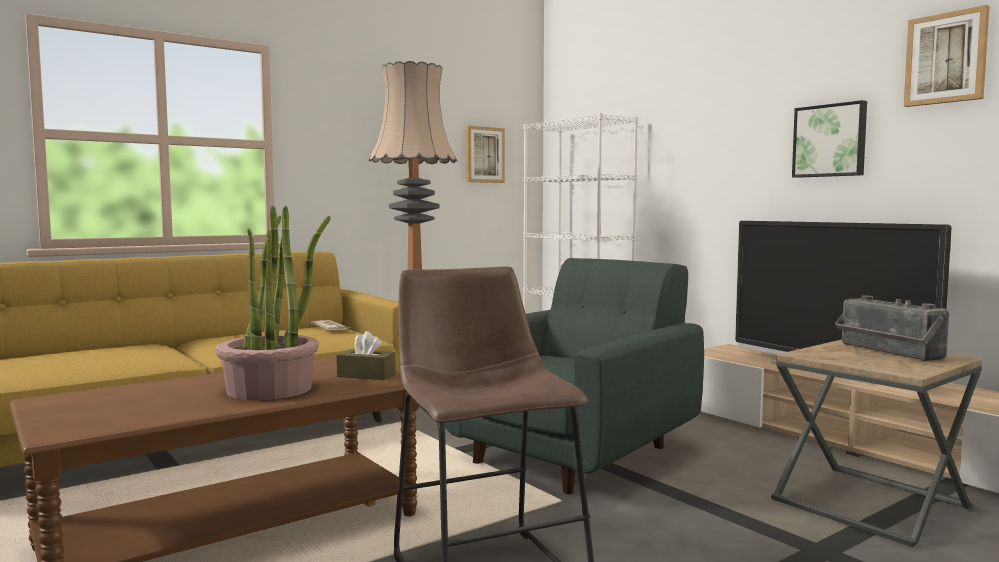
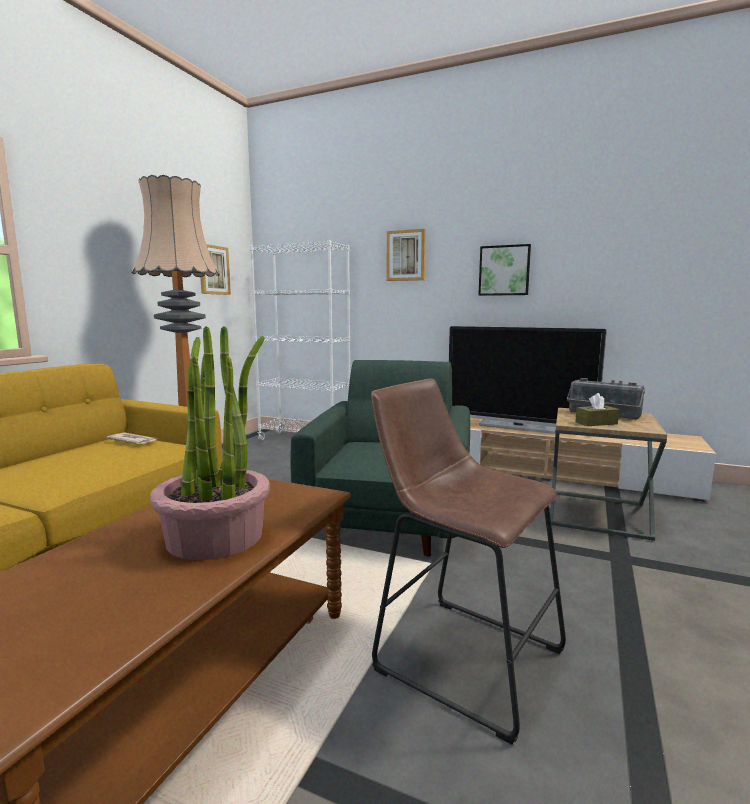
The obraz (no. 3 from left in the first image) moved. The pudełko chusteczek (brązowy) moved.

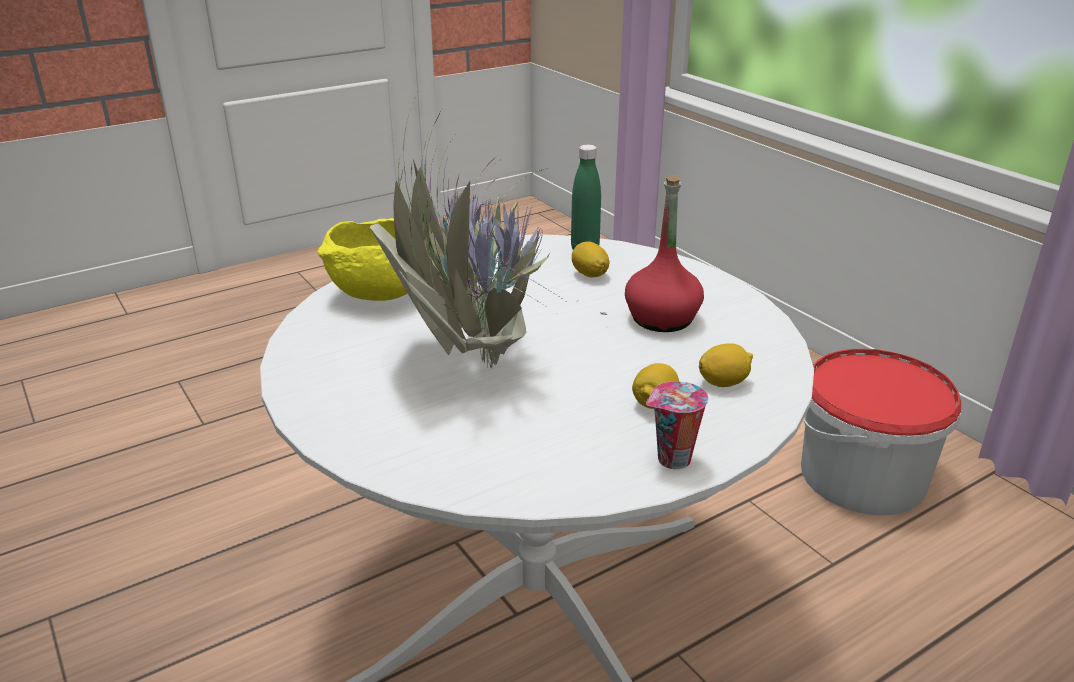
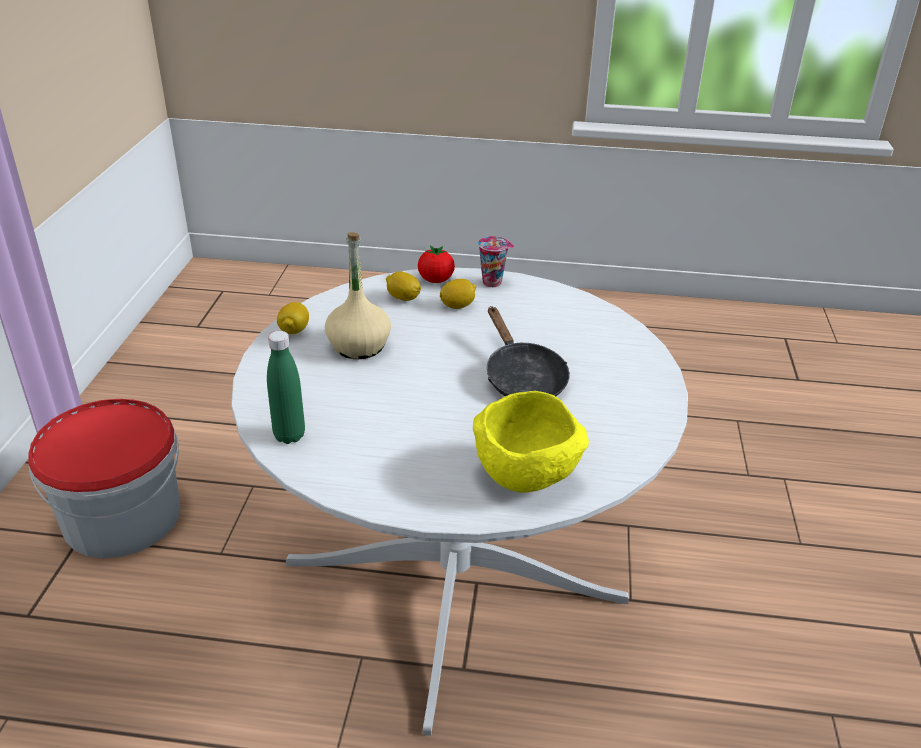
The cytryna (no. 1 from left) moved. The butelka (czerwony) became the butelka (beżowy). The pomidor appeared. The roślina doniczkowa was replaced by the patelnia (czarny).

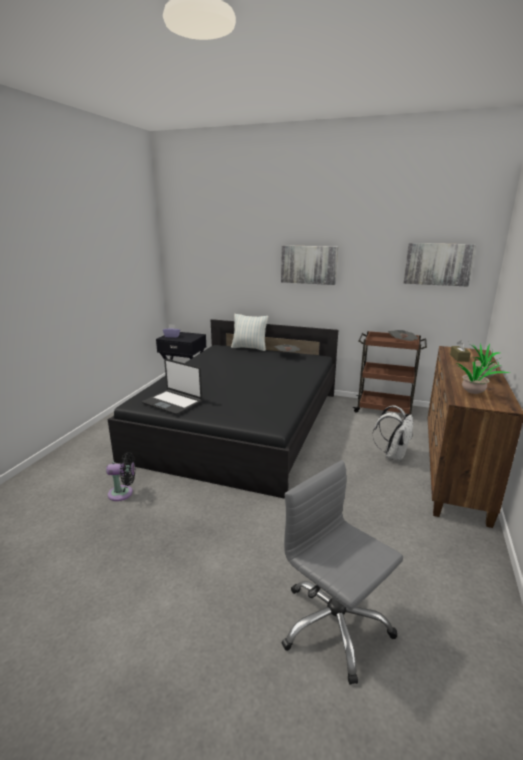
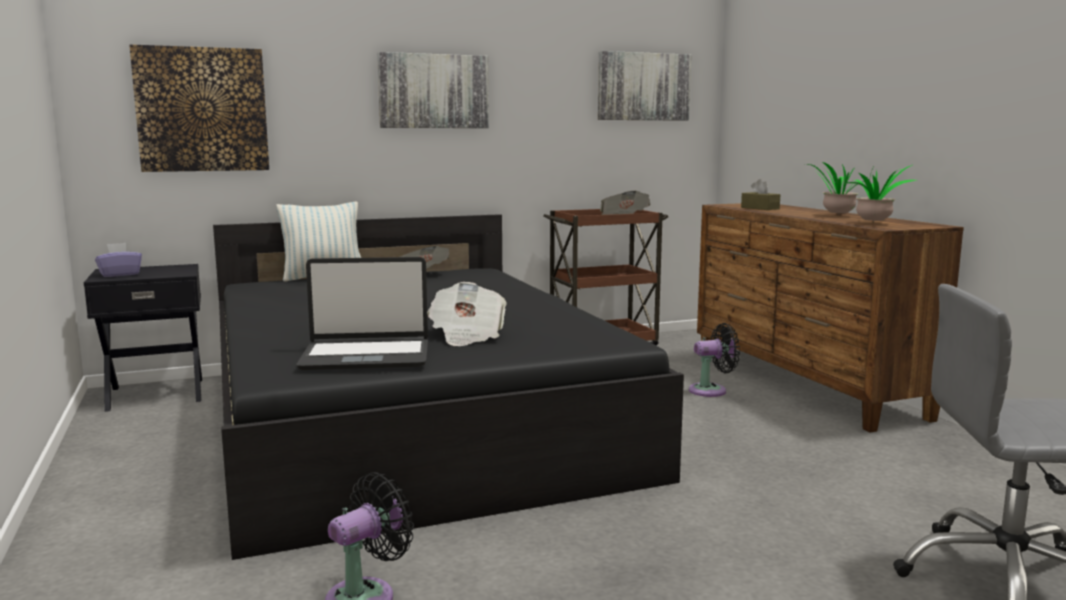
The obraz (no. 1 from left) appeared. The gazeta (no. 2 from left) appeared. The plecak (biały) was replaced by the wentylator (czarny) (no. 2 from left).

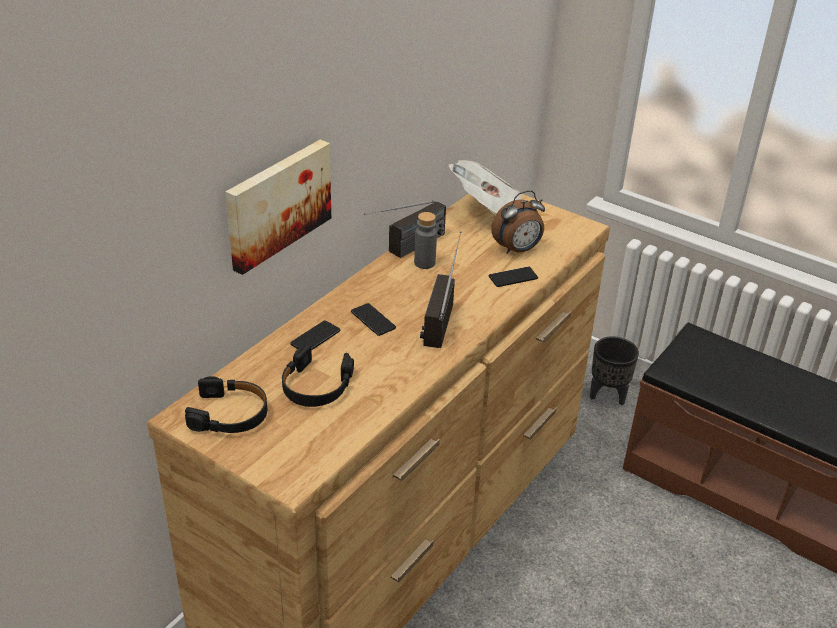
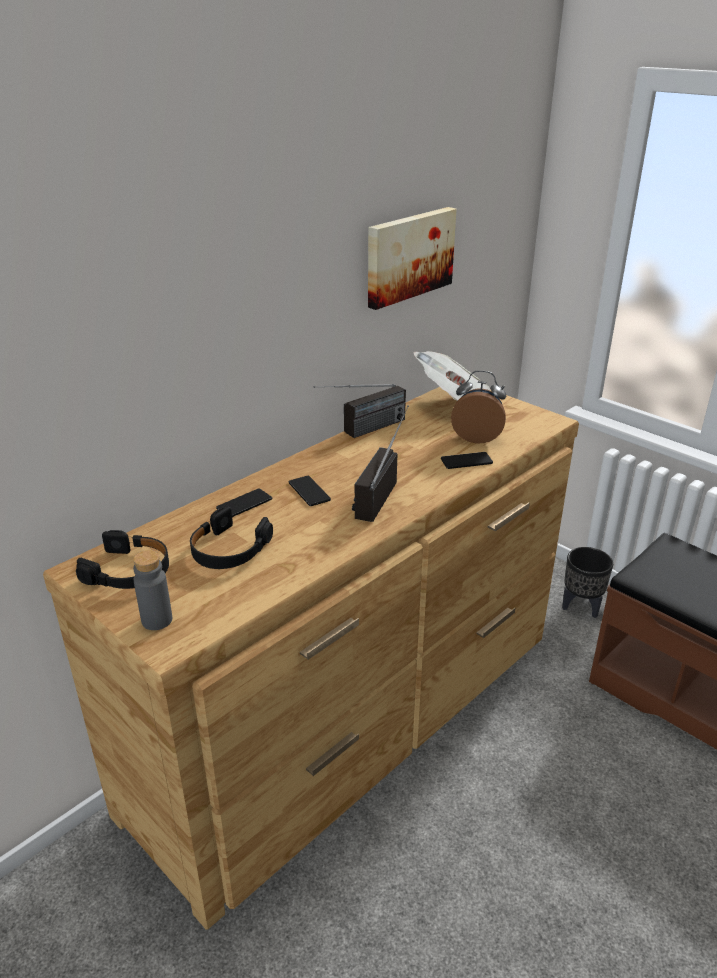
The butelka (szary) moved. The obraz moved. The budzik turned 150 degrees counterclockwise.

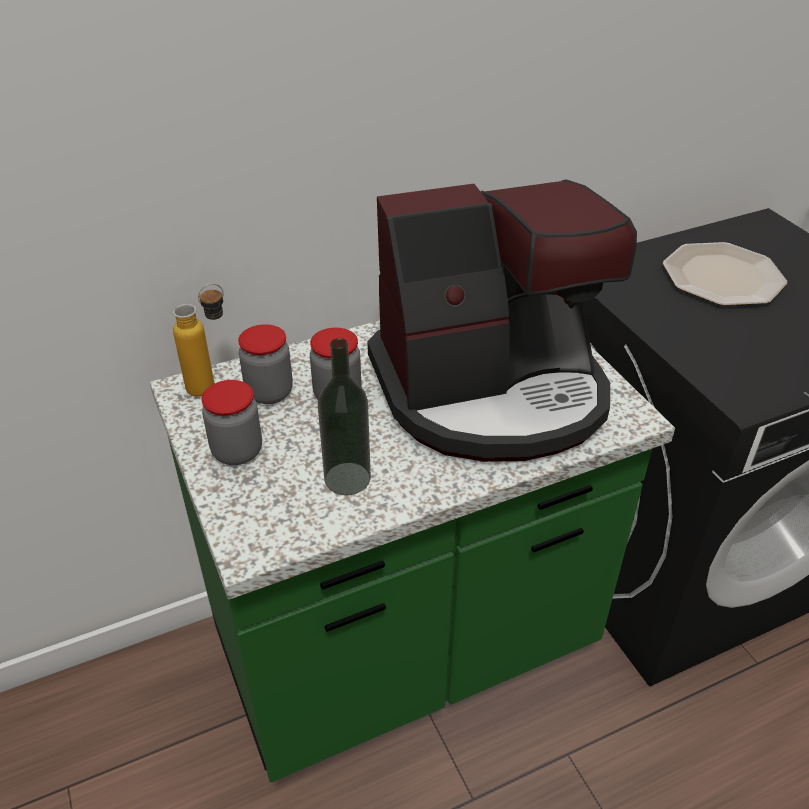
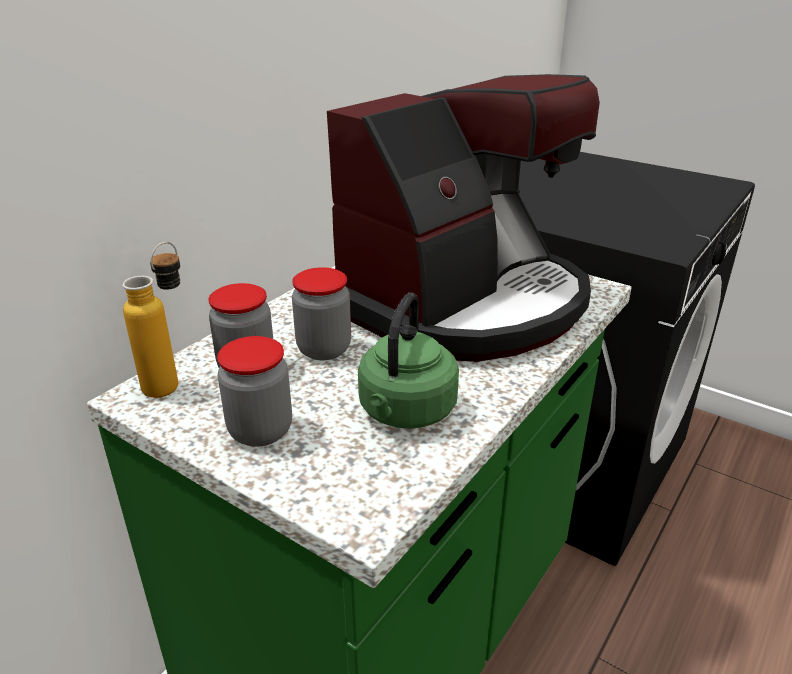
The butelka (no. 2 from left) was replaced by the czajnik (zielony). The talerz disappeared.

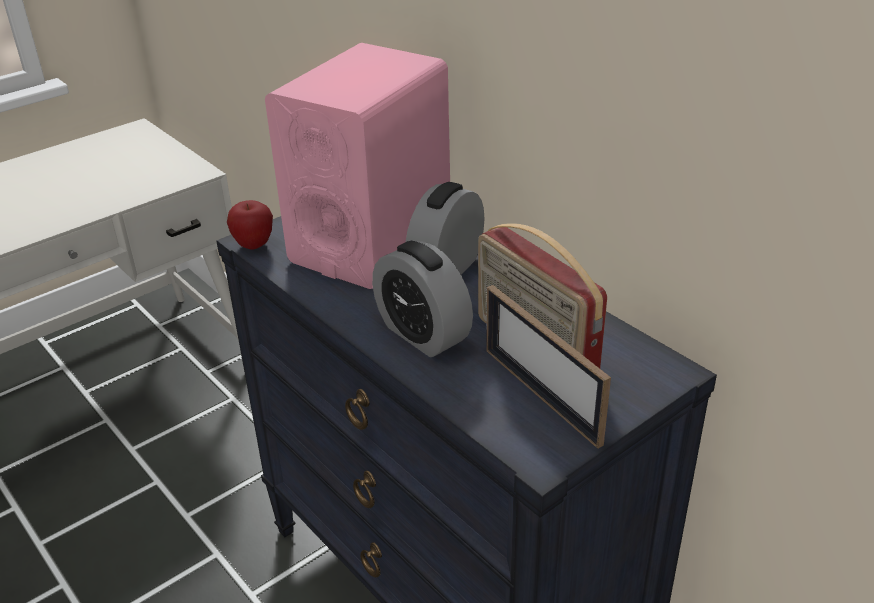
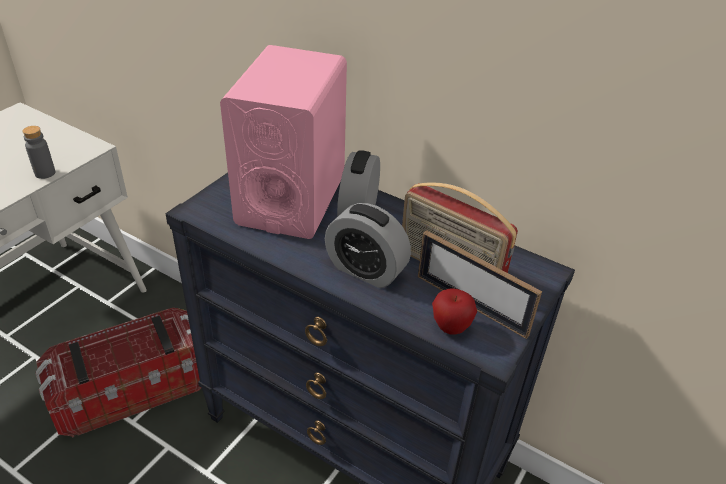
The butelka (szary) appeared. The pojemnik do przechowywania appeared. The jabłko moved.

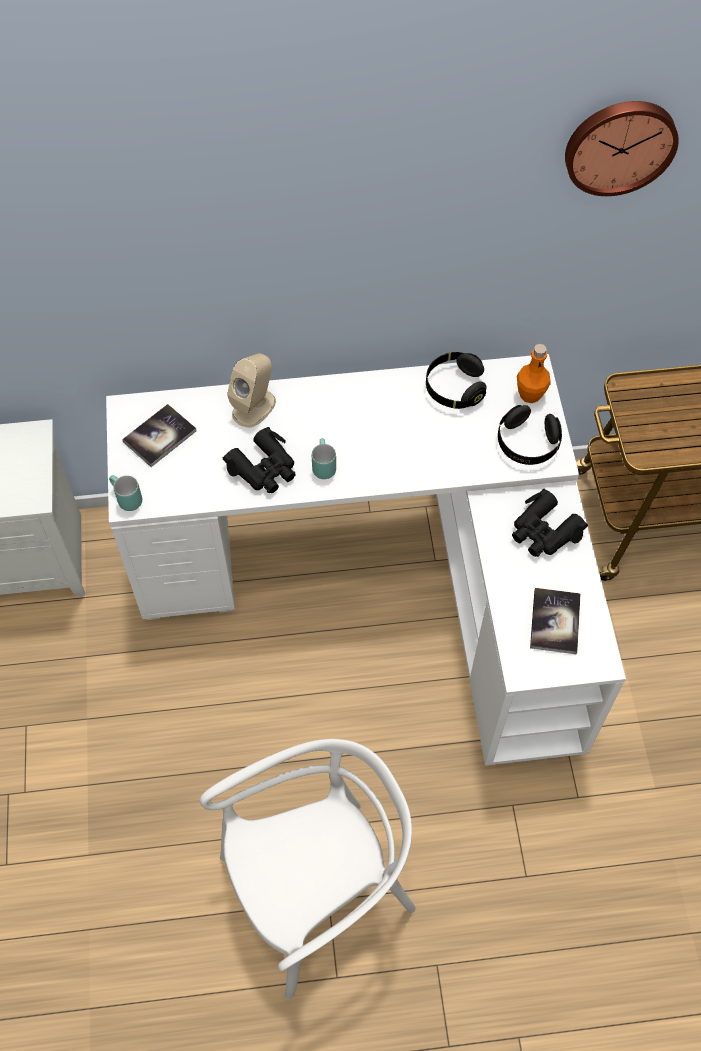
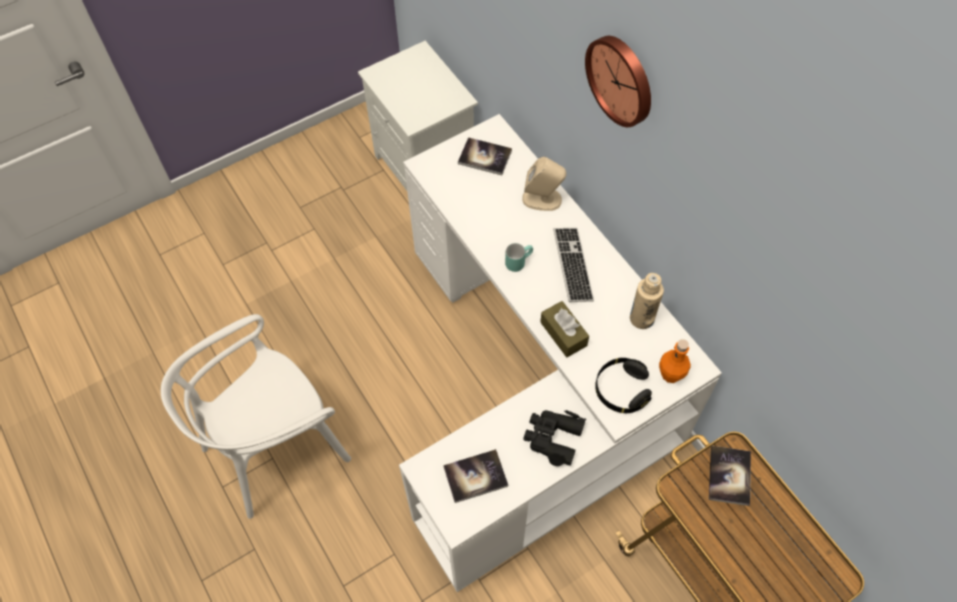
The krzesło (biały) turned 105 degrees clockwise. The pudełko chusteczek (brązowy) appeared. The klawiatura appeared. The zegar ścienny moved. The słuchawki (czarny) (no. 1 from left) was replaced by the butelka (beżowy). The książka (no. 3 from left) appeared. The kubek (turkusowy) (no. 1 from left) disappeared. The lornetka (czarny) (no. 1 from left) disappeared.

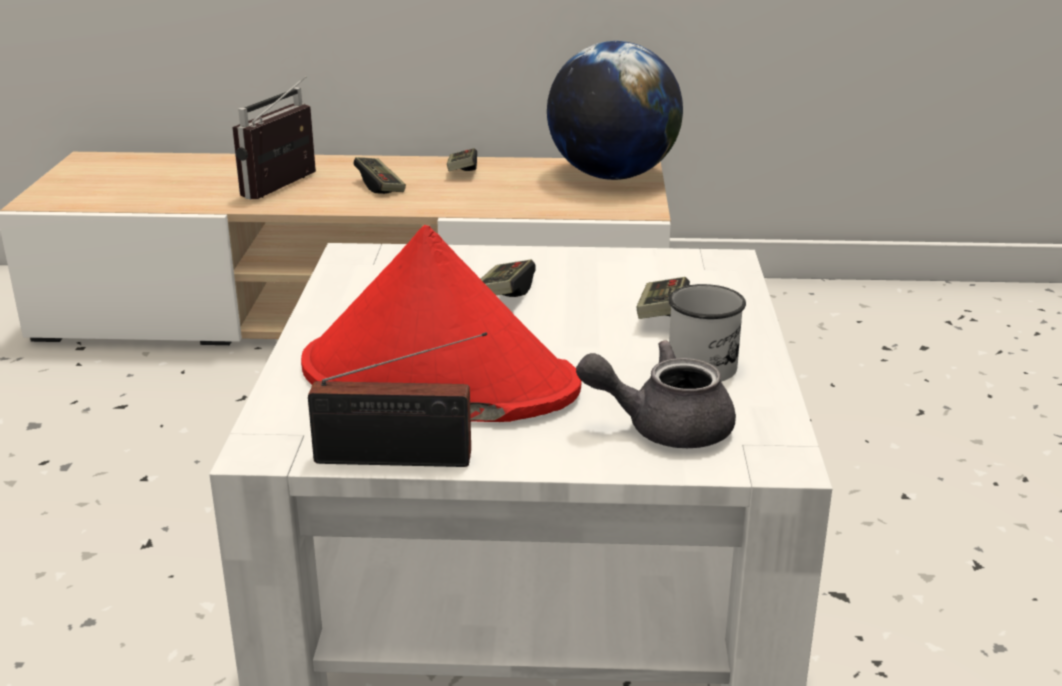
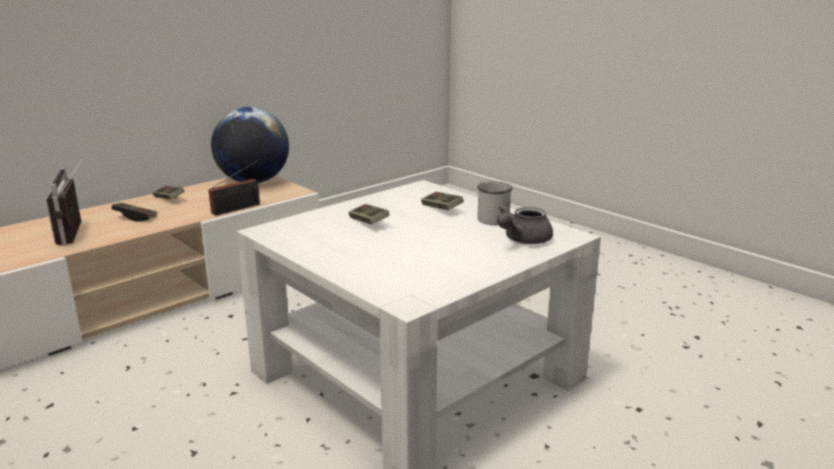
The radio (no. 2 from left) moved. The kapelusz (czerwony) disappeared.

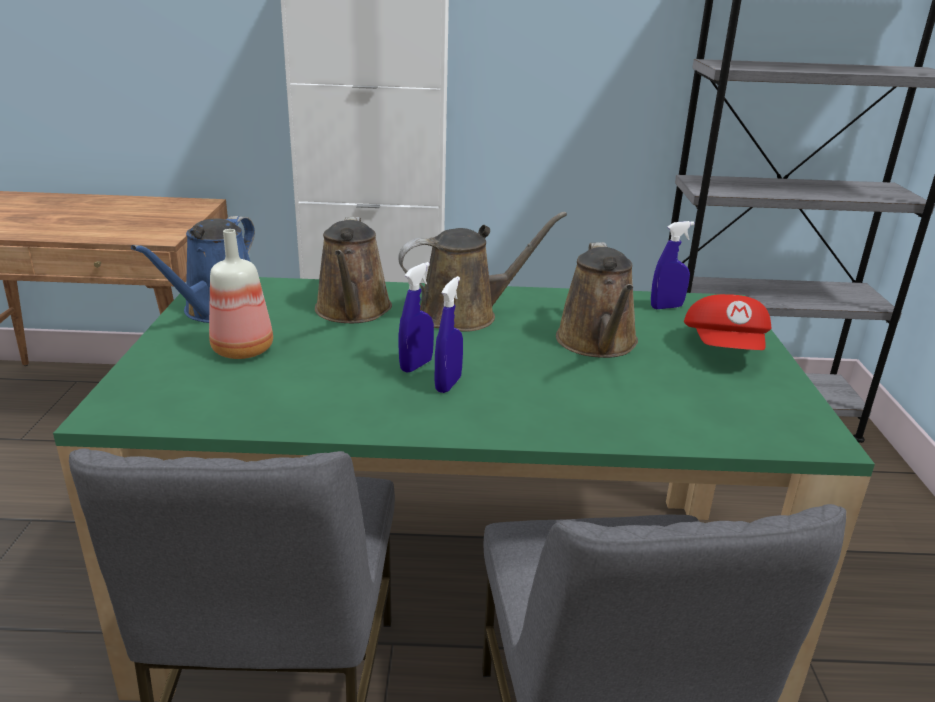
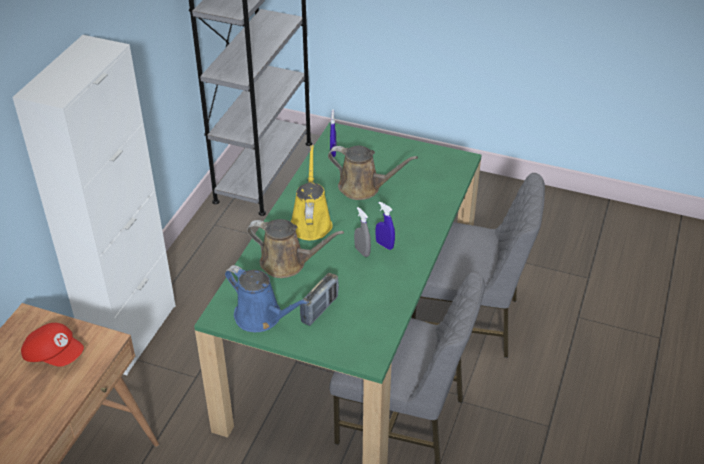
The czapka z daszkiem (czerwony) moved. The konewka (brązowy) (no. 2 from left) became the konewka (żółty). The butelka was replaced by the radio. The spryskiwacz (niebieski) (no. 1 from left) became the spryskiwacz (szary).

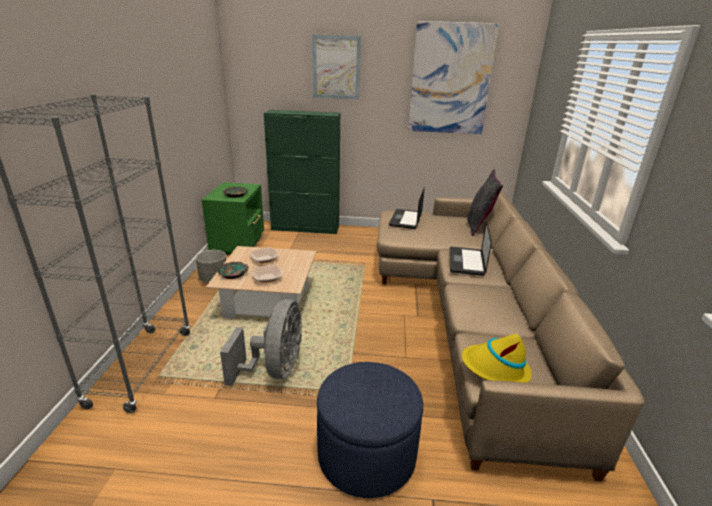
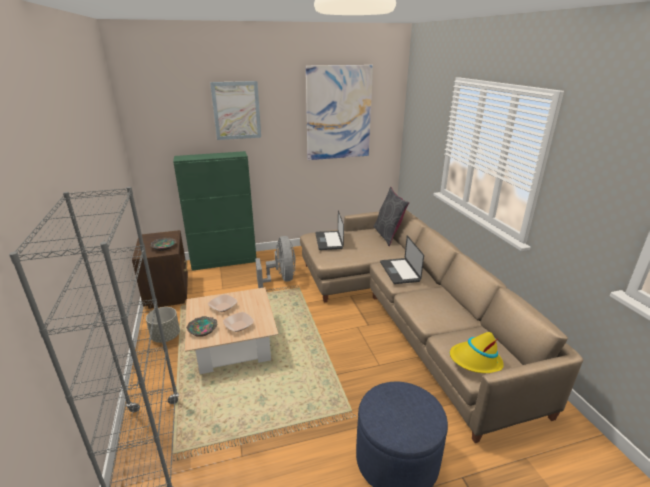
The szafka nocna (zielony) became the szafka nocna (brązowy). The wentylator (szary) moved.

